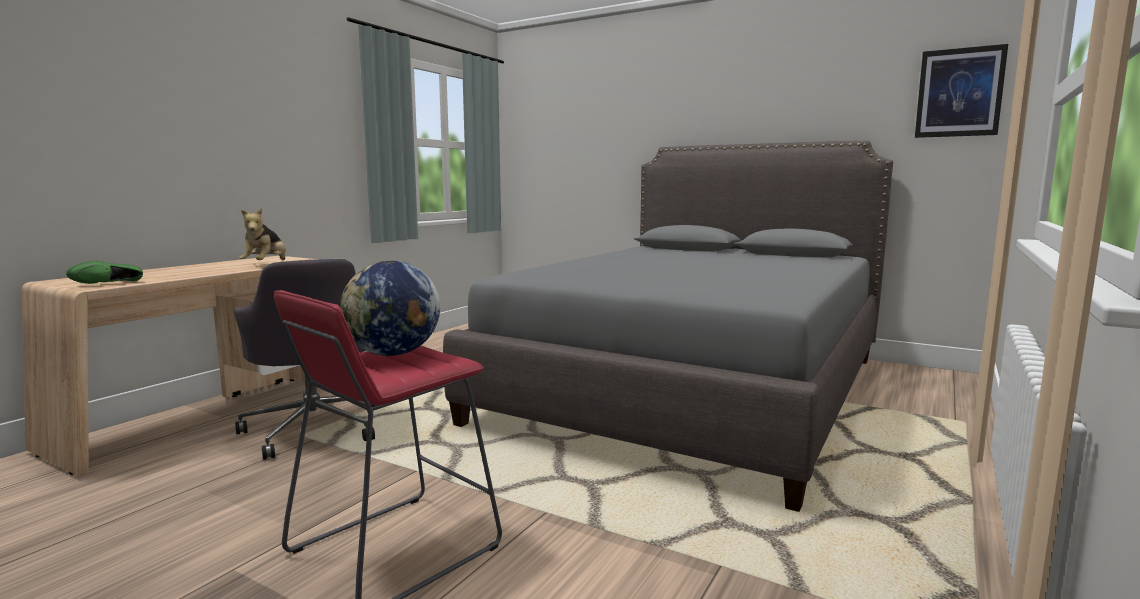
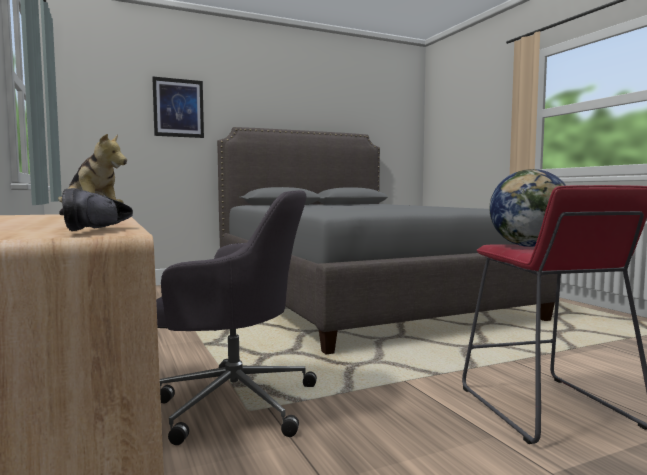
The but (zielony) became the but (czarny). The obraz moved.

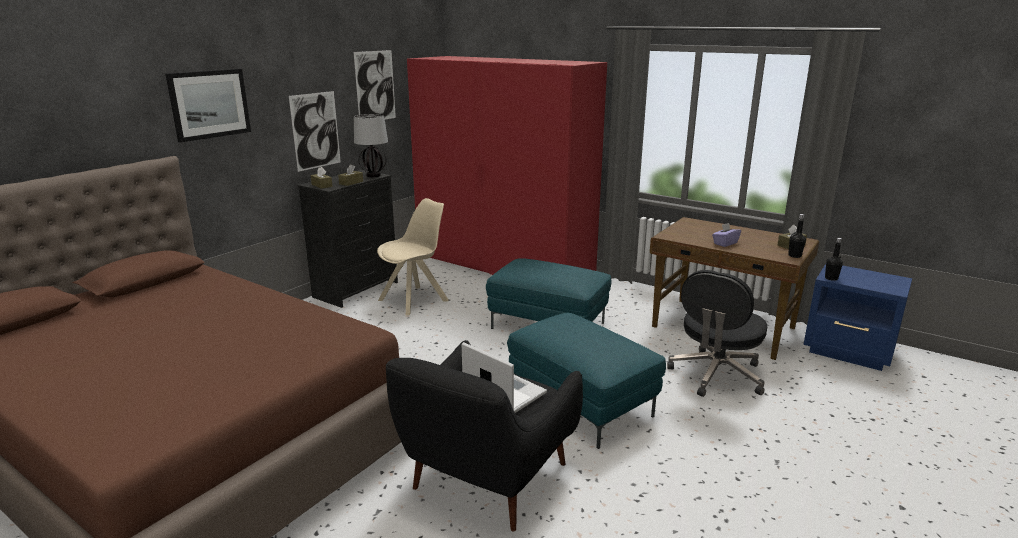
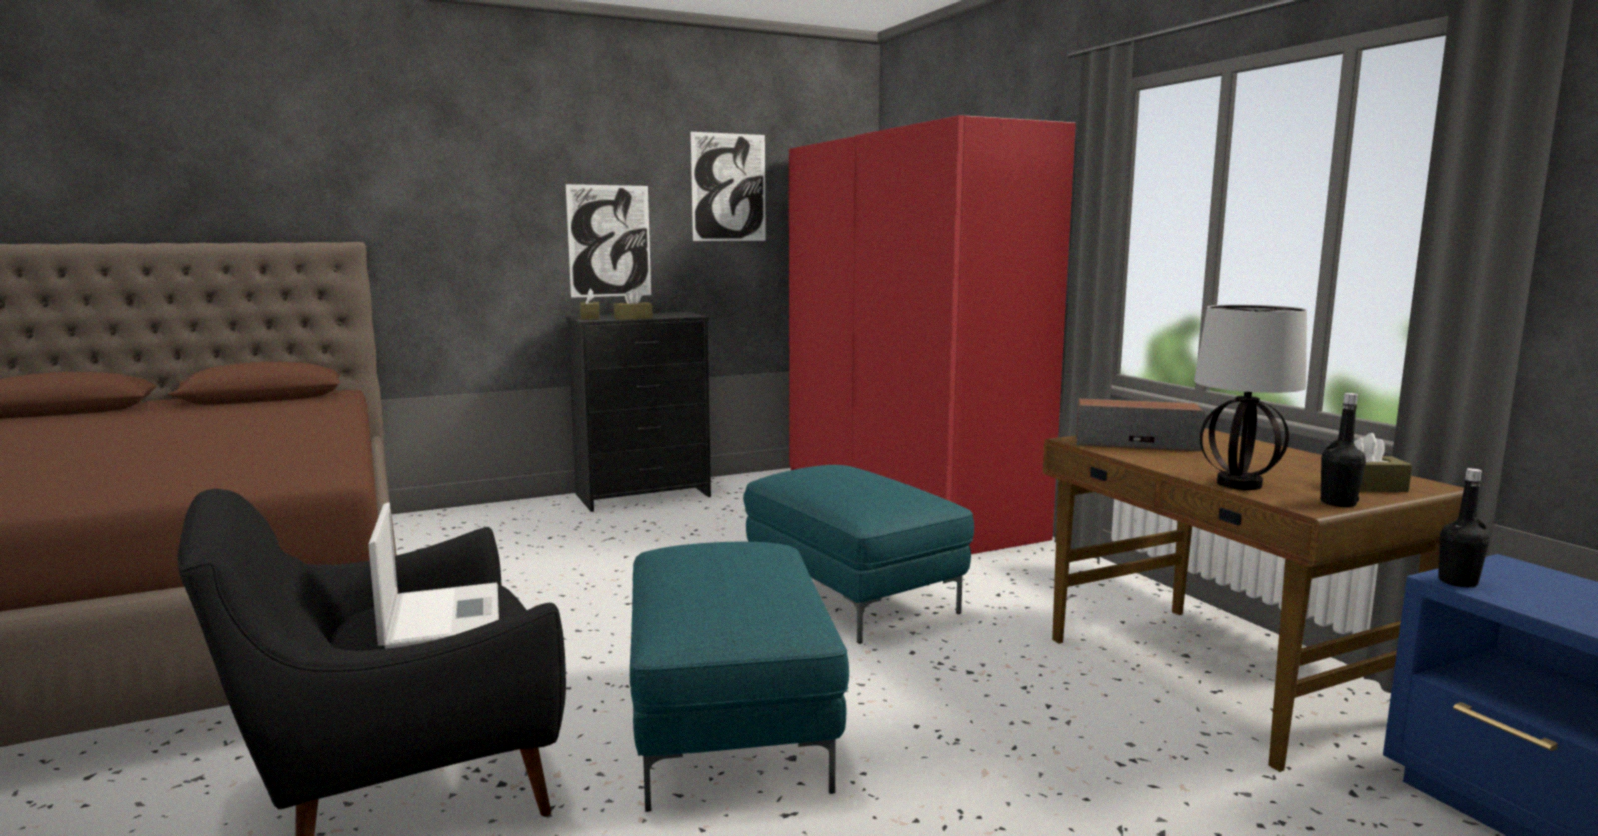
The głośnik appeared. The lampa stołowa moved. The obraz (no. 1 from left) disappeared. The krzesło (beżowy) disappeared. The krzesło biurowe (czarny) disappeared. The pudełko chusteczek (fioletowy) disappeared.

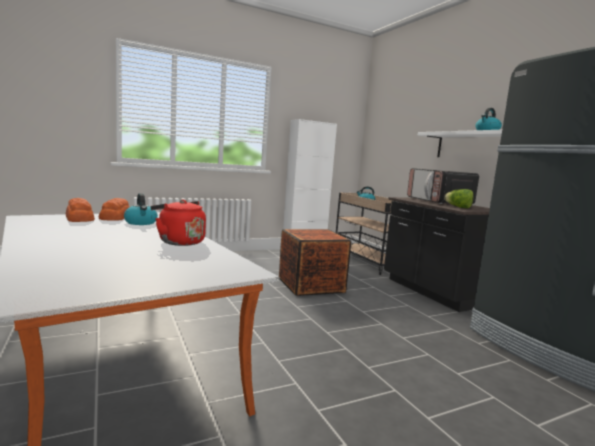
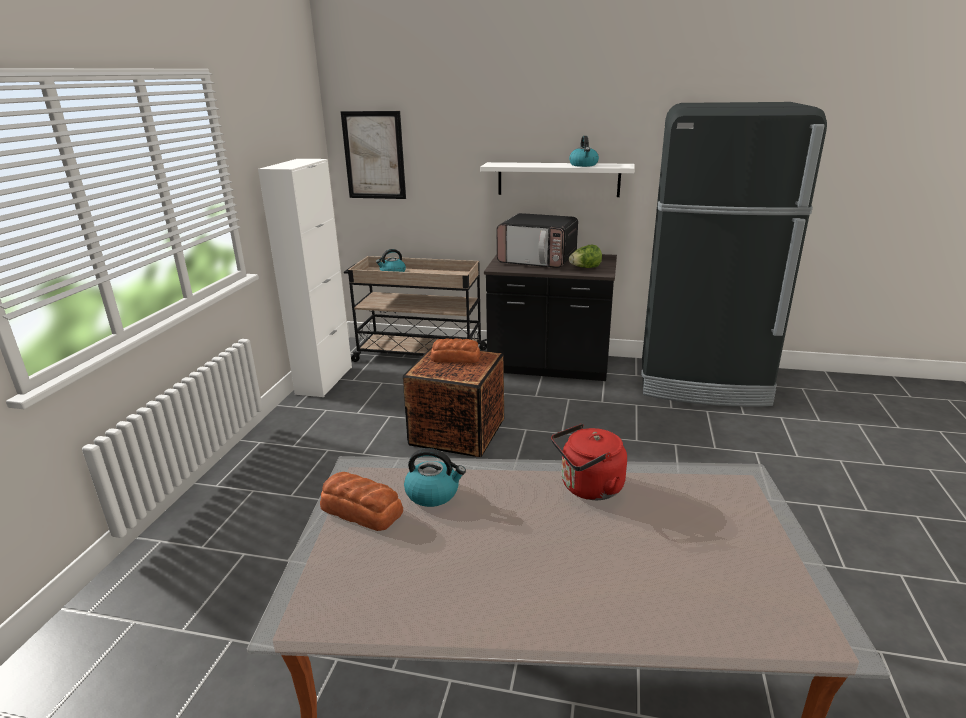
The obraz appeared. The chleb (no. 1 from left in the first image) moved.

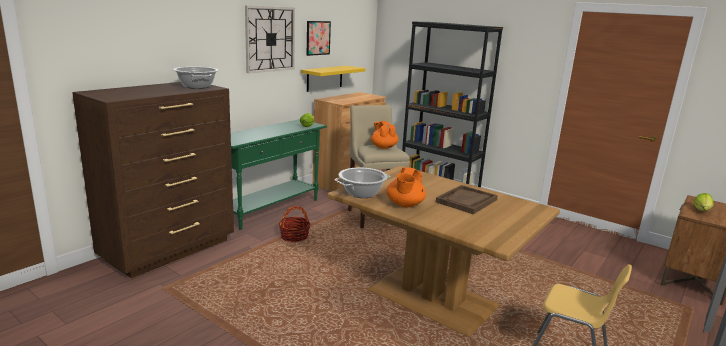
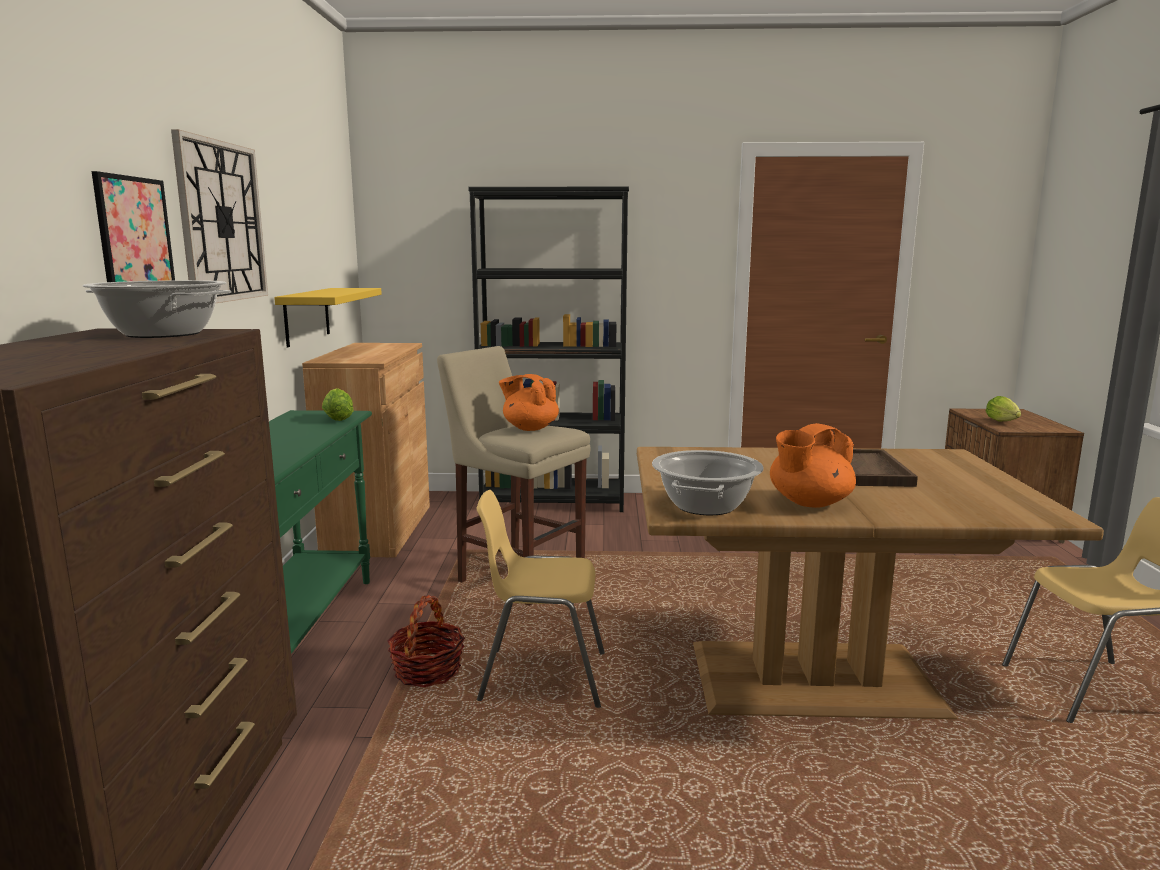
The obraz moved. The krzesło (żółty) (no. 1 from left) appeared. The imbryk (pomarańczowy) (no. 2 from left) turned 75 degrees clockwise.

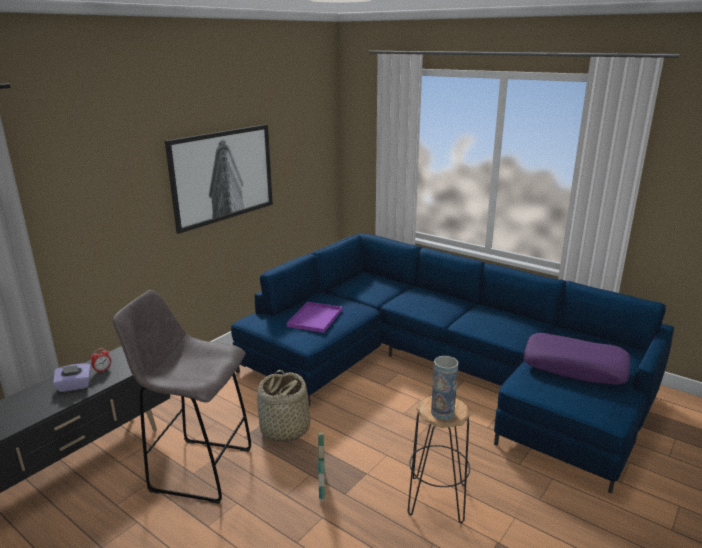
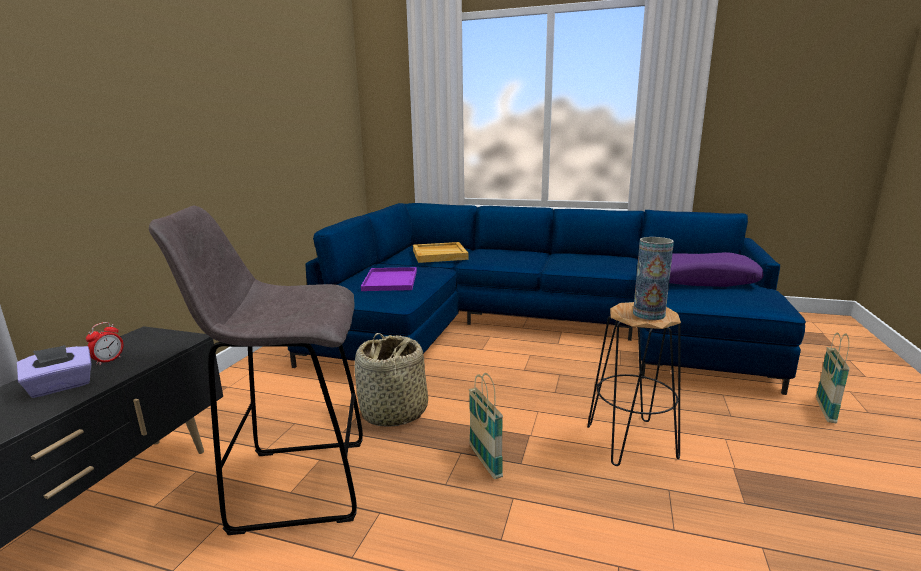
The taca (beżowy) appeared. The koszyk (no. 3 from left) appeared. The obraz disappeared.

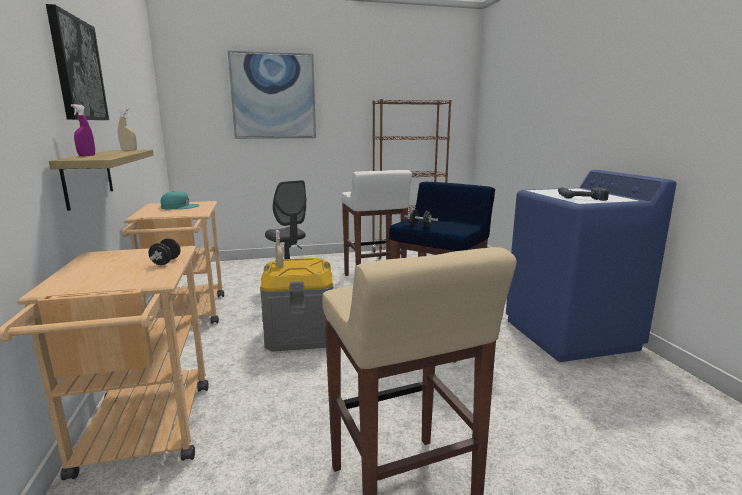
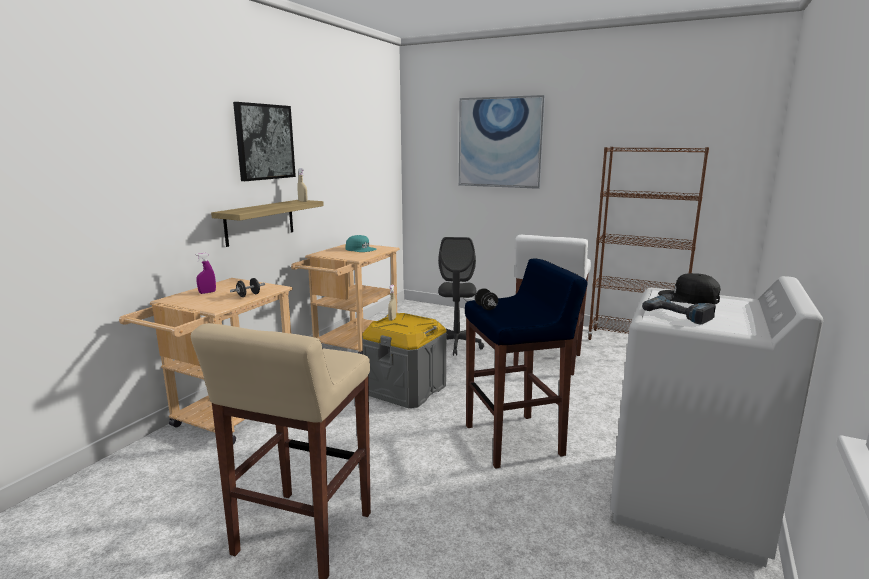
The spryskiwacz (fioletowy) moved. The pralka (niebieski) became the pralka (biały). The czapka z daszkiem (czarny) appeared.

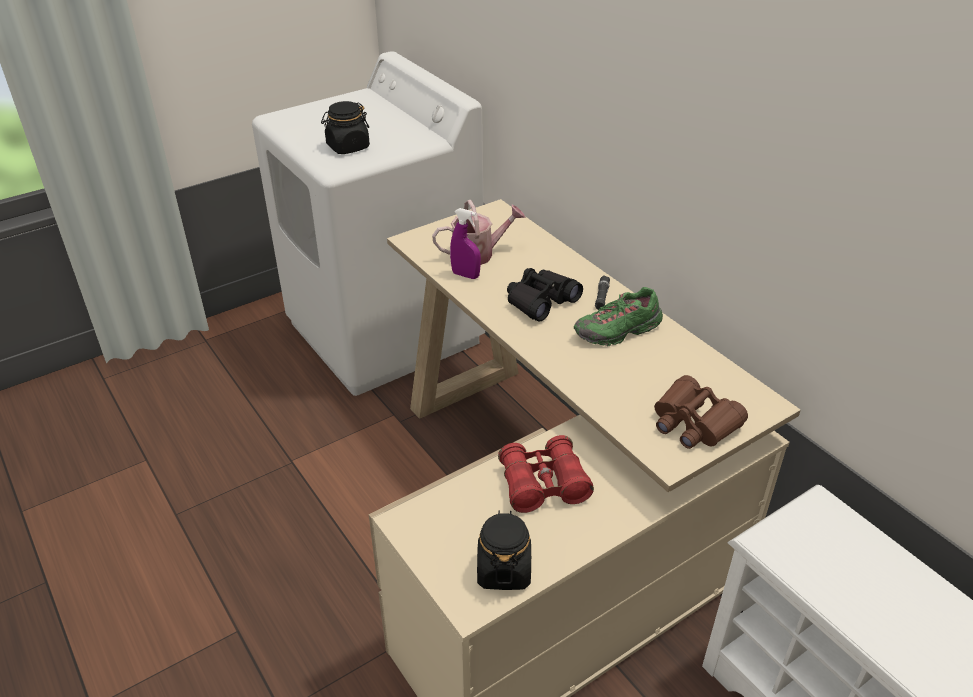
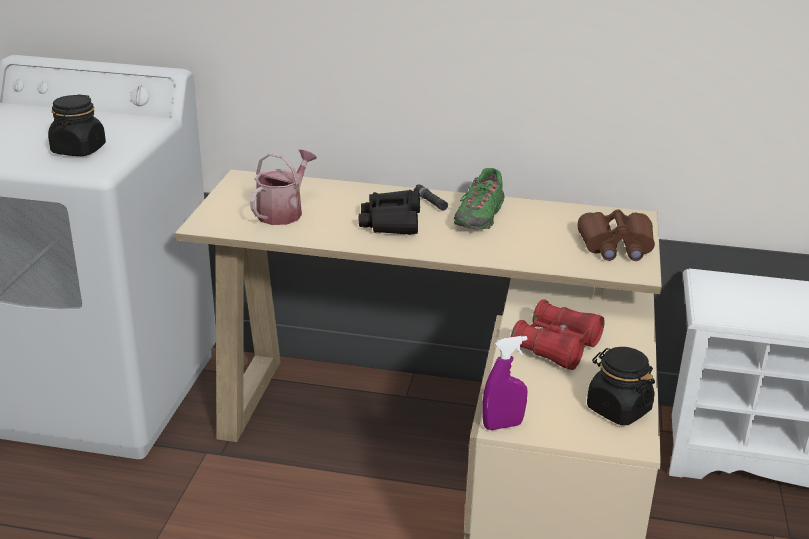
The spryskiwacz (fioletowy) moved.

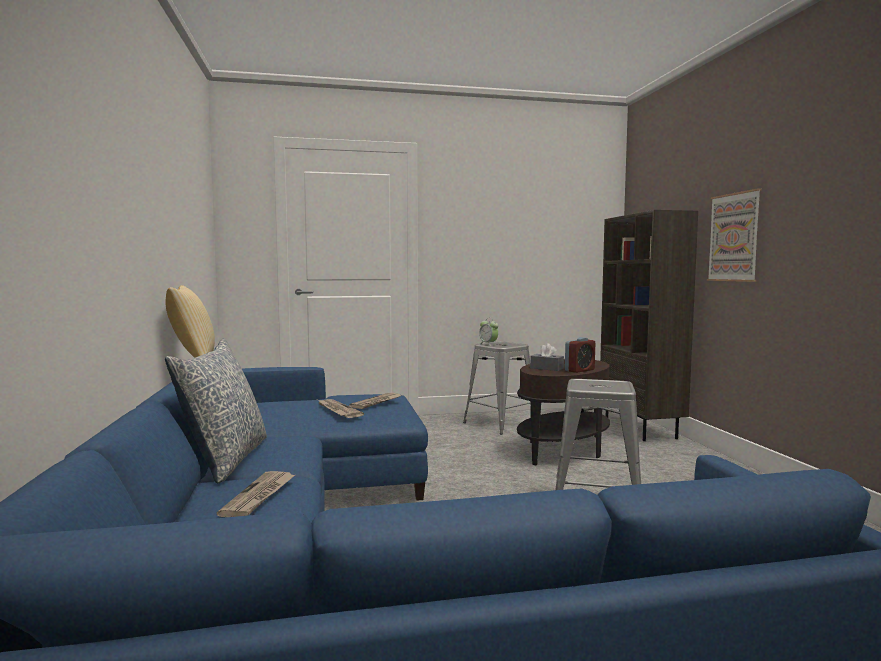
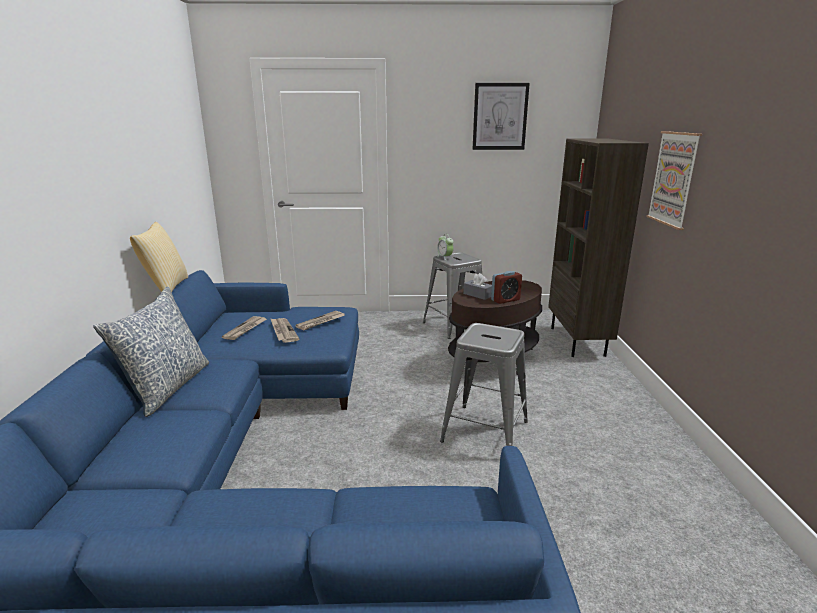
The gazeta (no. 1 from left) moved. The obraz (no. 1 from left) appeared.

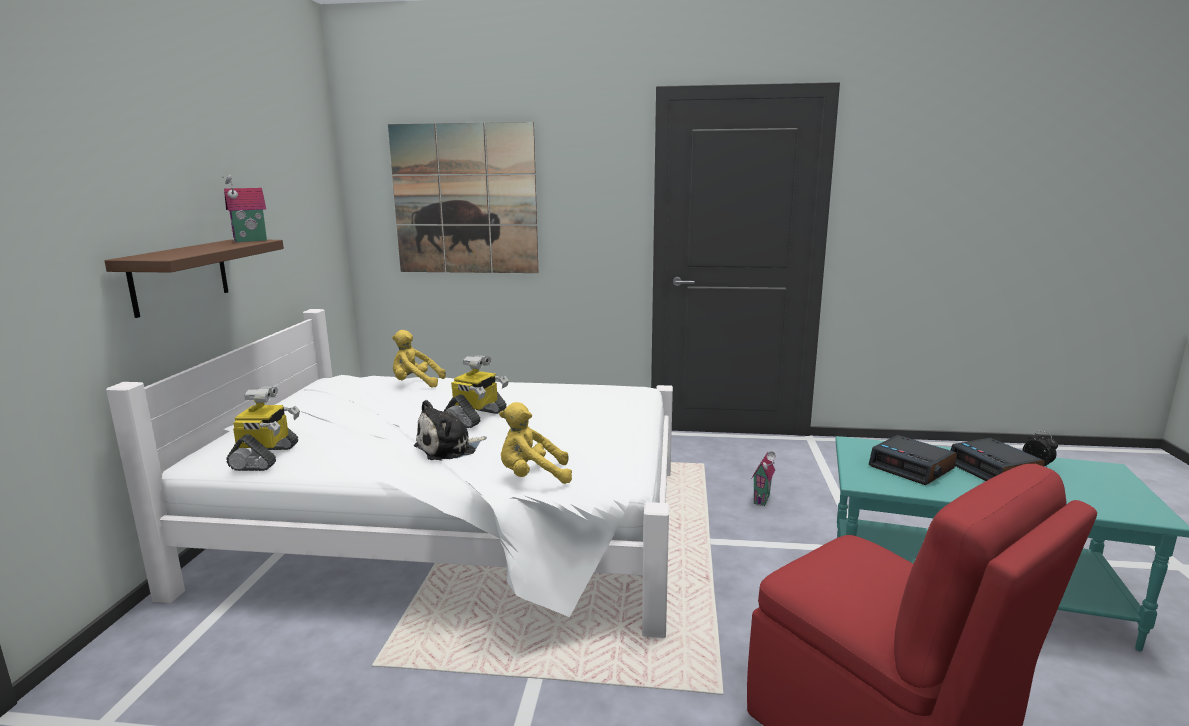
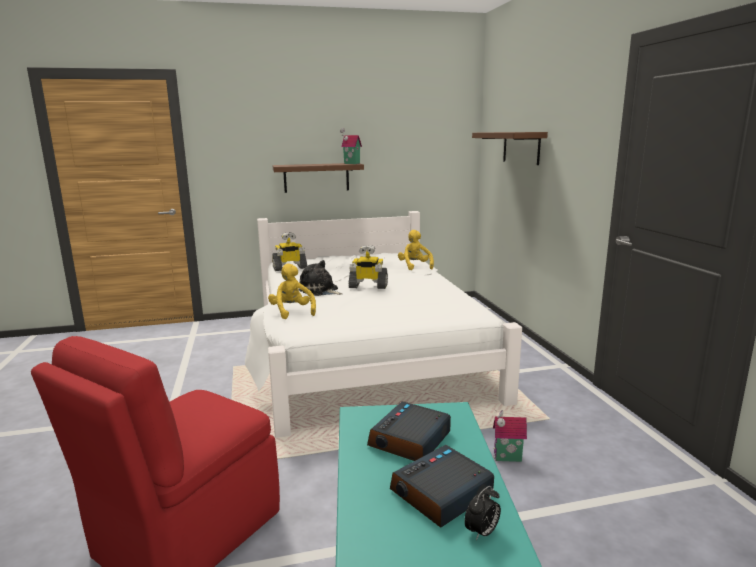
The obraz was replaced by the półka (brązowy) (no. 2 from left).

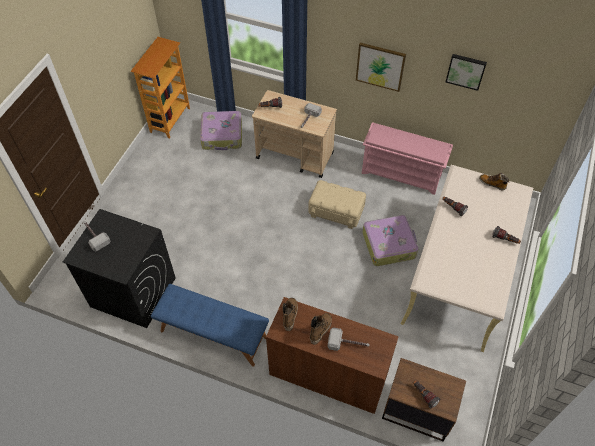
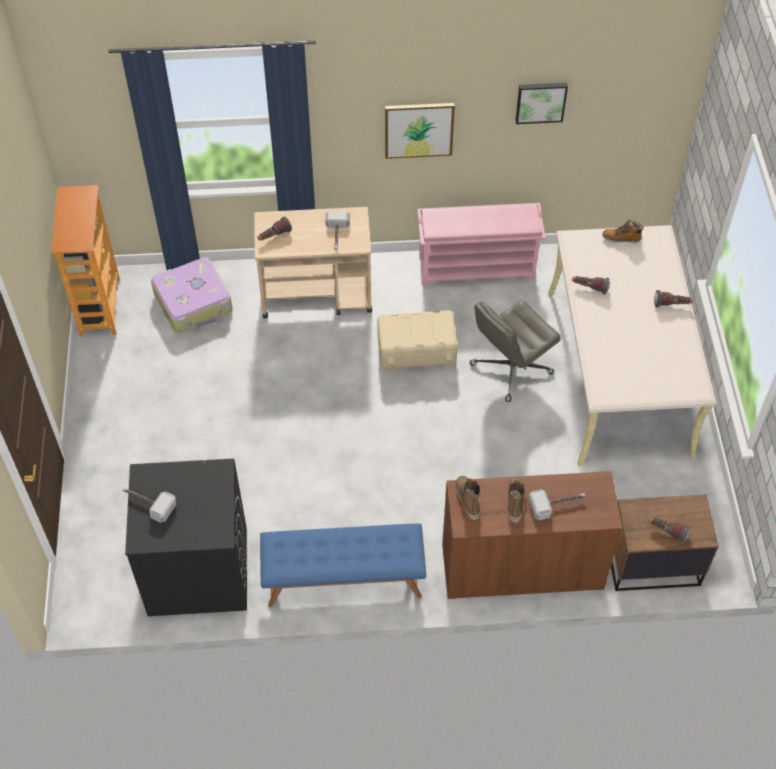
The walizka (no. 2 from left) was replaced by the krzesło biurowe (szary).

